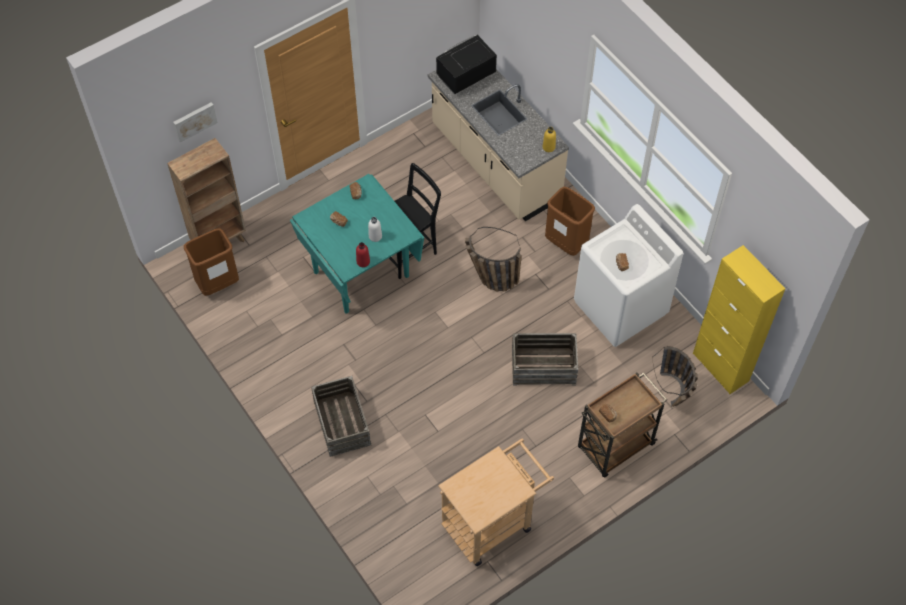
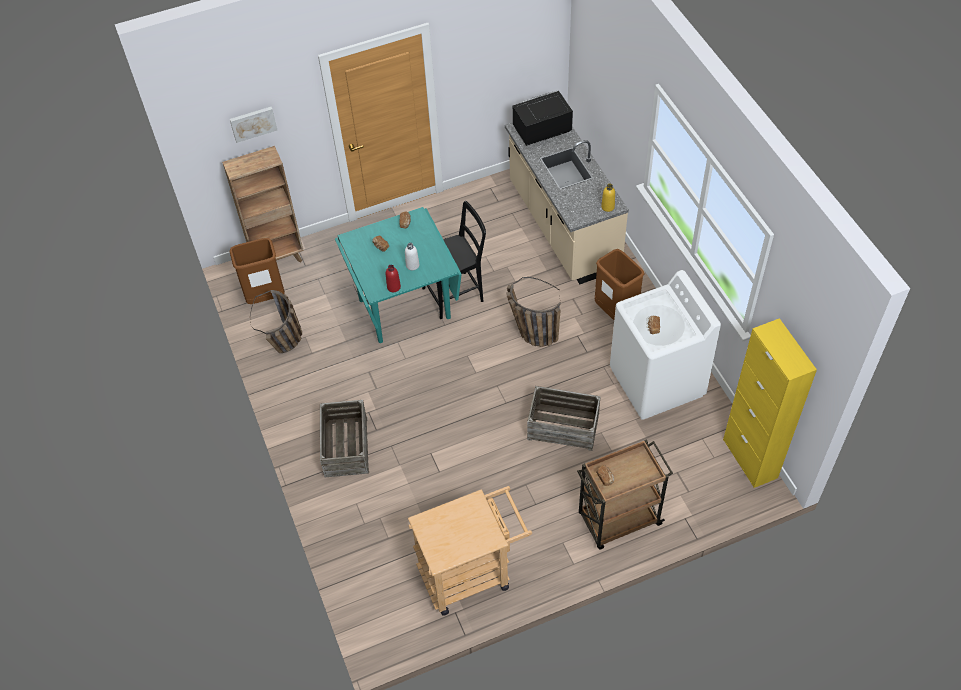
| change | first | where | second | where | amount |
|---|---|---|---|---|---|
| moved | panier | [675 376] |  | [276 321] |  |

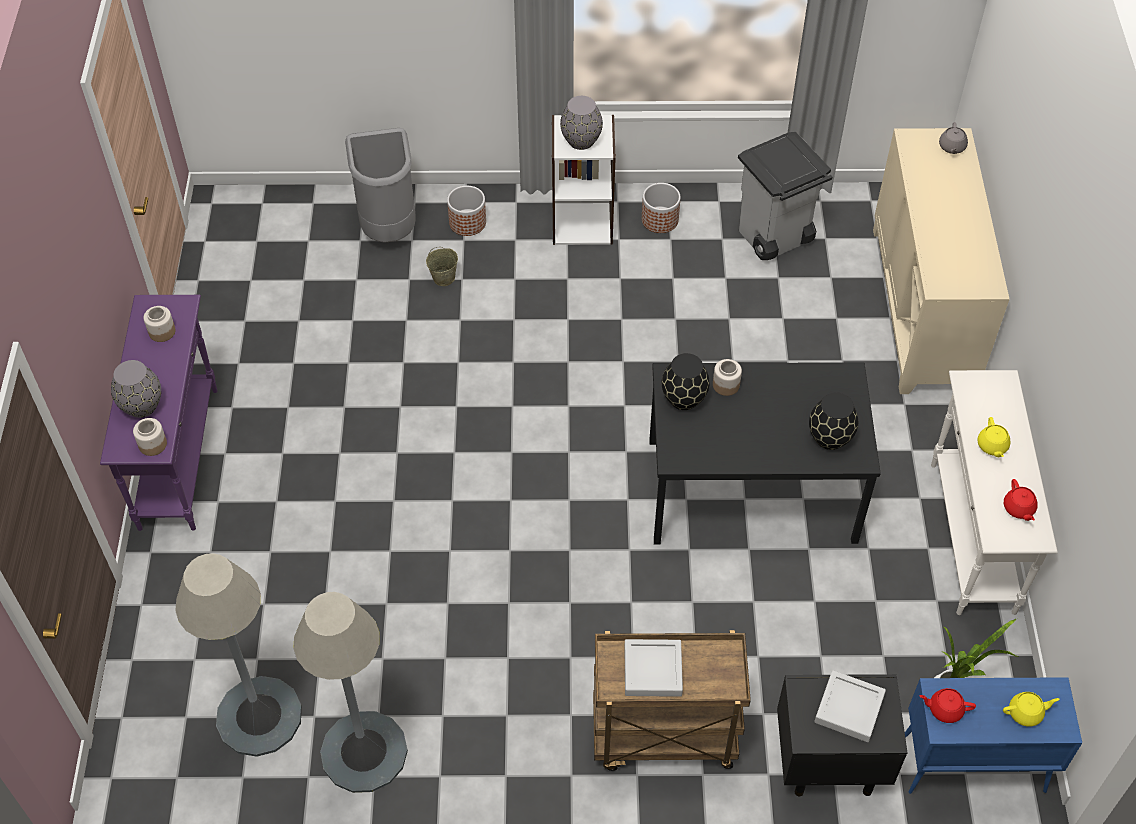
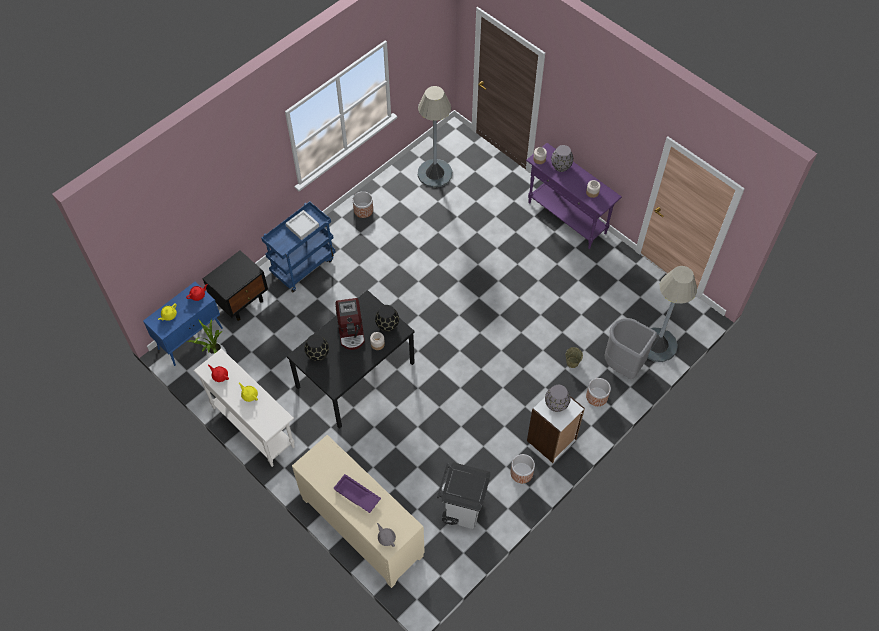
| change | first | where | second | where | amount |
|---|---|---|---|---|---|
| removed | plateau/gris | [850 706] |  |  |  |
| added |  |  | plateau/violet | [357 493] |  |
| added |  |  | machine à café | [350 324] |  |
| added |  |  | cache-pot | [363 204] |  |
| moved | lampadaire/gris | [350 692] |  | [672 314] |  |
| recoloured | chariot/marron | [672 700] | chariot/bleu | [299 247] |  |

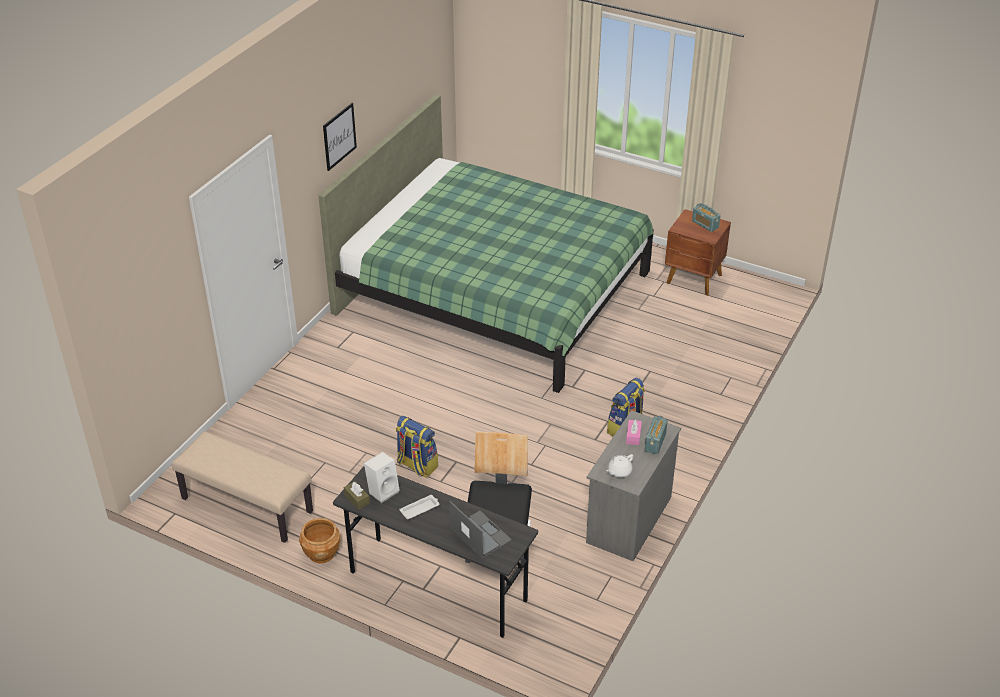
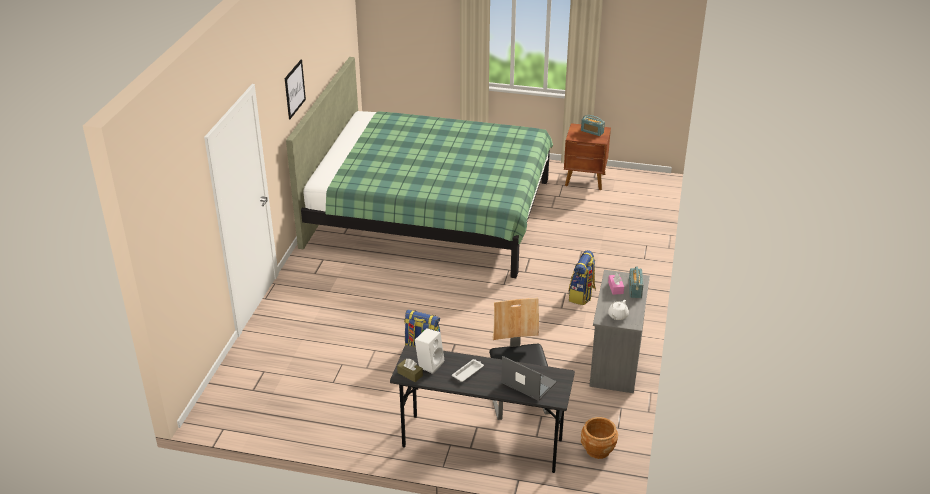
| change | first | where | second | where | amount |
|---|---|---|---|---|---|
| removed | banc/beige | [242 487] |  |  |  |
| moved | cache-pot/marron | [320 540] |  | [599 438] |  |

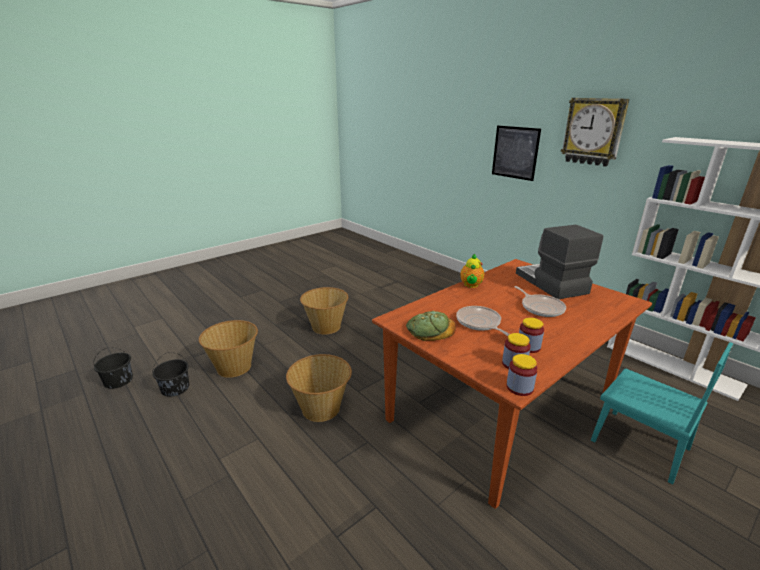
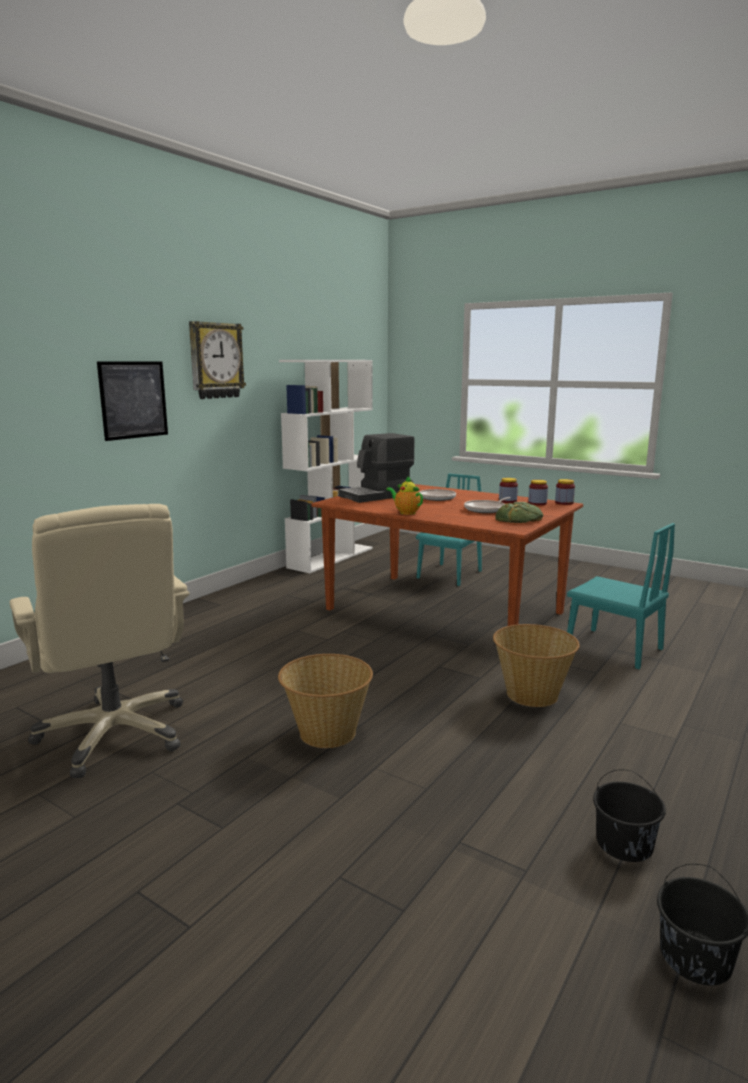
| change | first | where | second | where | amount |
|---|---|---|---|---|---|
| removed | panier | [228 349] |  |  |  |
| added |  |  | chaise de bureau/beige | [99 641] |  |
| added |  |  | chaise/turquoise | [621 596] |  |
| turned | théière | [472 271] |  | [404 495] | 135 degrees counterclockwise |

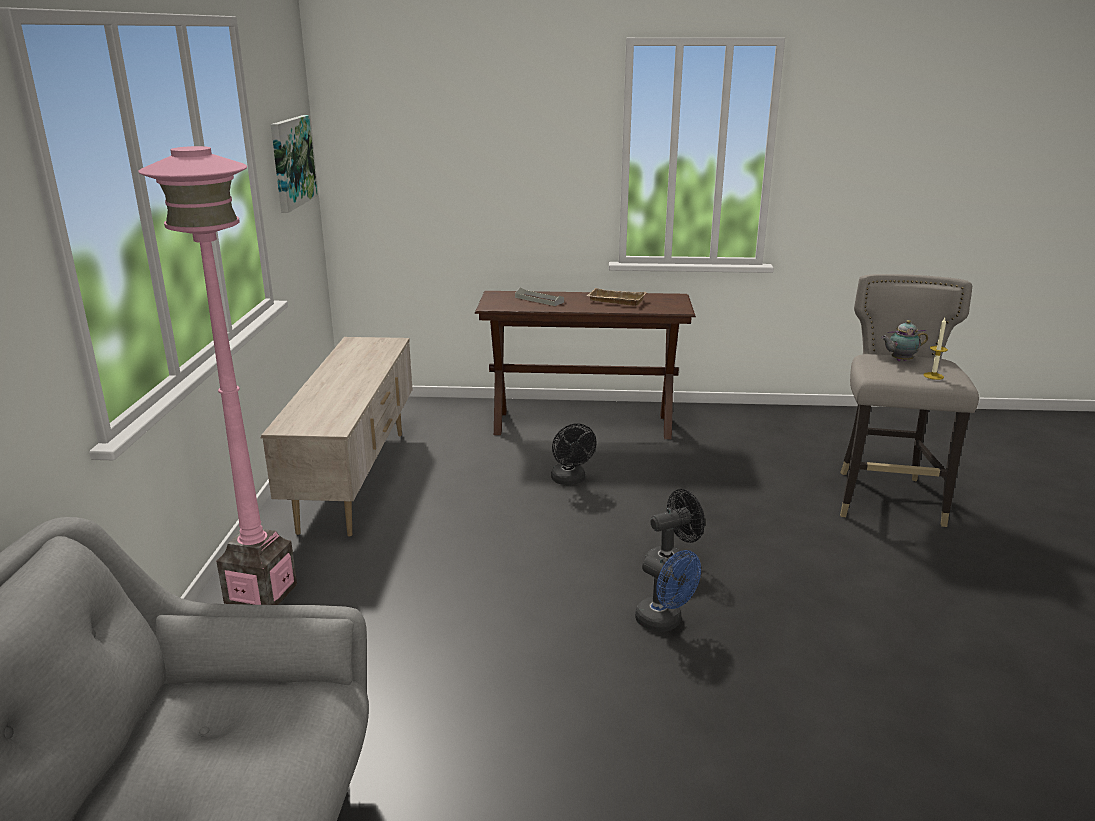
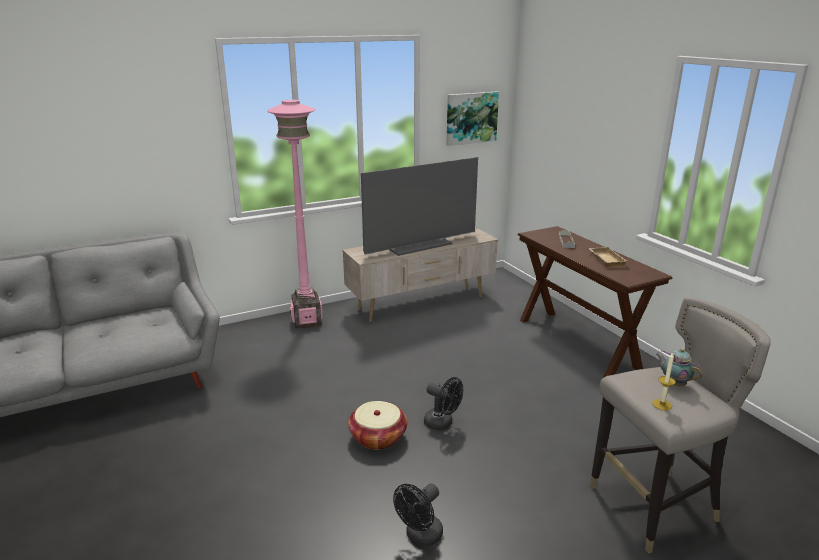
| change | first | where | second | where | amount |
|---|---|---|---|---|---|
| added |  |  | téléviseur | [419 206] |  |
| moved | ventilateur/noir | [574 454] |  | [418 515] |  |
| replaced | ventilateur/bleu | [668 591] | panier | [377 425] |  |

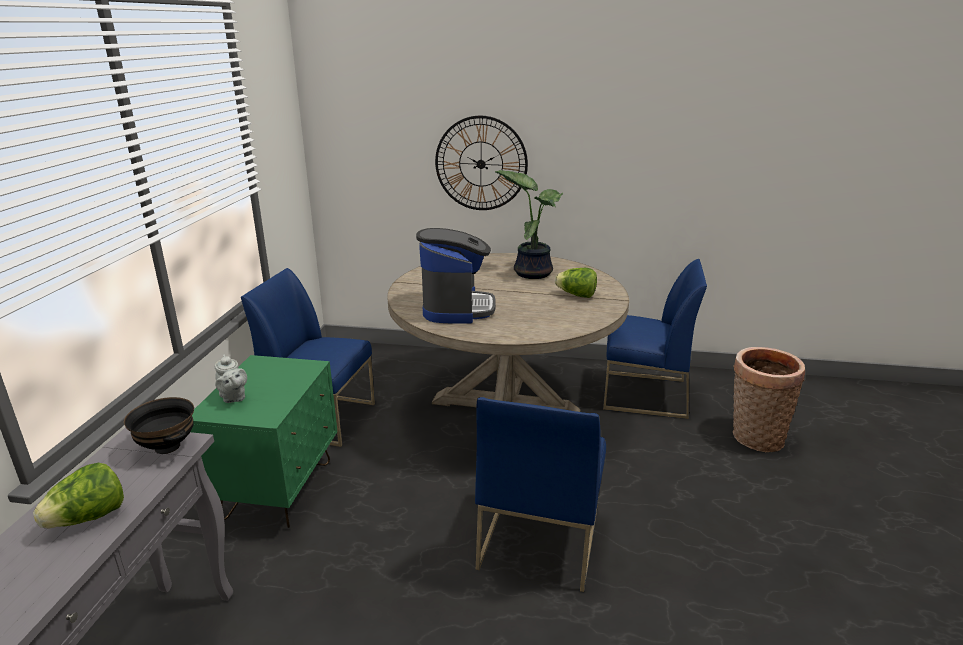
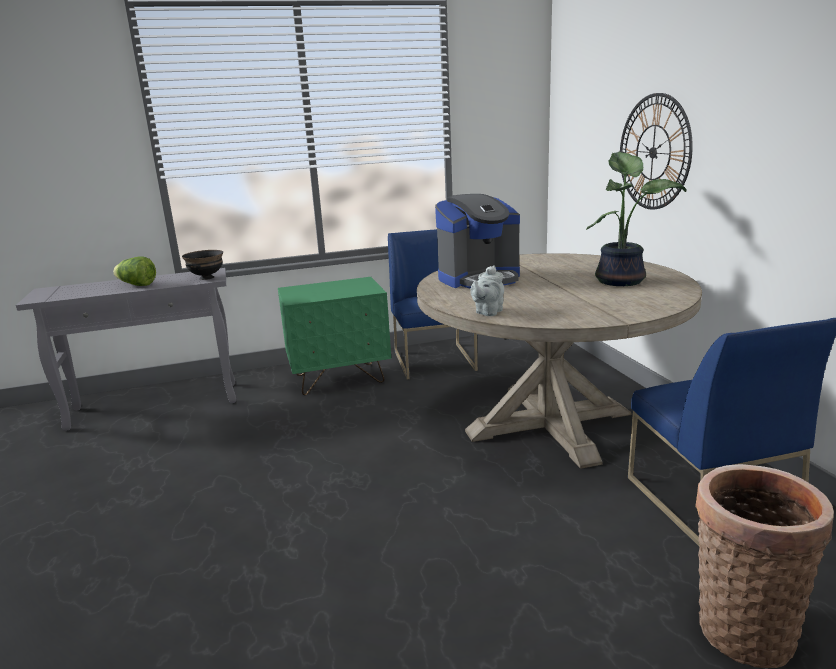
| change | first | where | second | where | amount |
|---|---|---|---|---|---|
| removed | chaise/bleu | [540 494] |  |  |  |
| removed | laitue | [576 283] |  |  |  |
| moved | théière/gris | [231 379] |  | [487 290] |  |

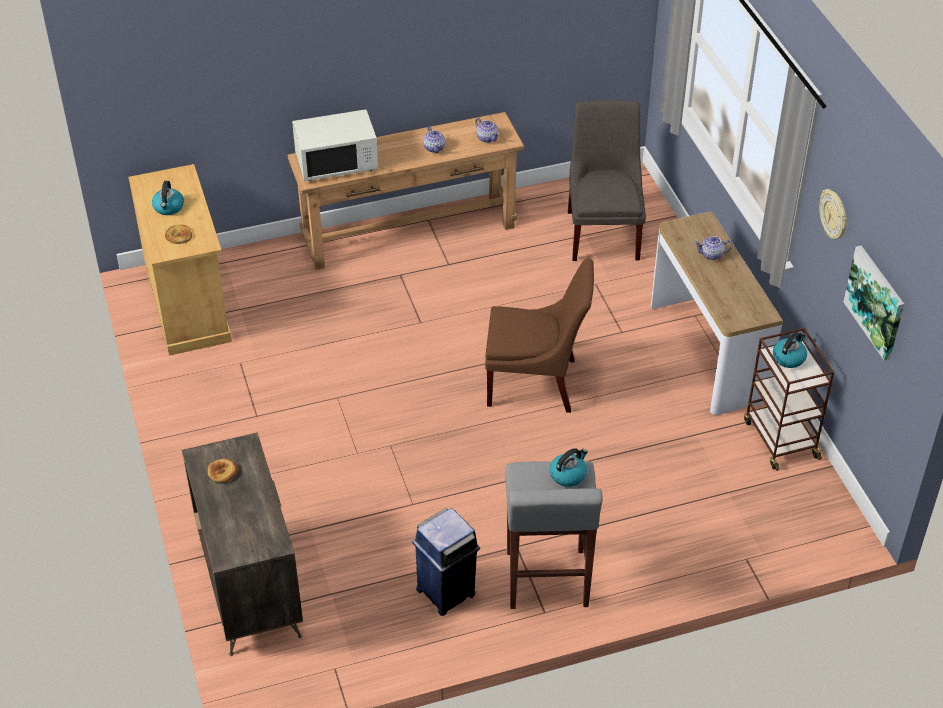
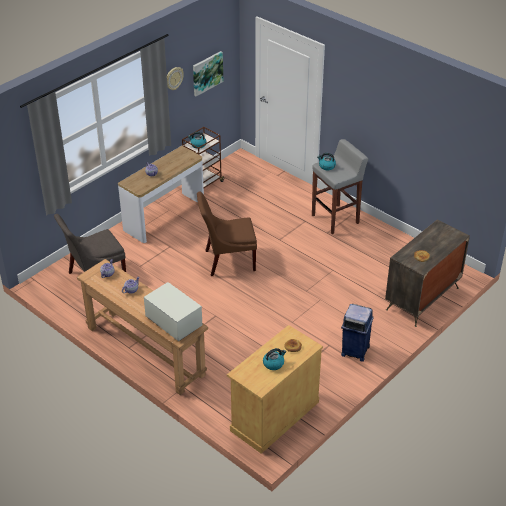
| change | first | where | second | where | amount |
|---|---|---|---|---|---|
| moved | poubelle/bleu | [446 562] |  | [357 333] |  |
| turned | chaise/marron | [539 335] |  | [227 233] | 75 degrees counterclockwise |

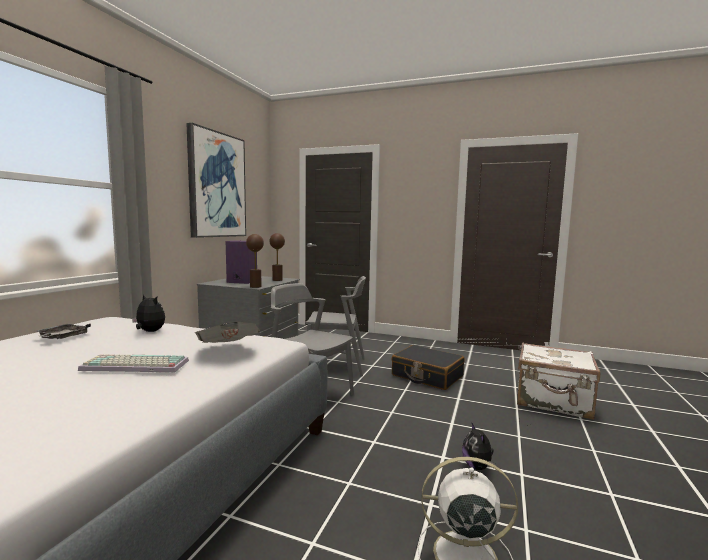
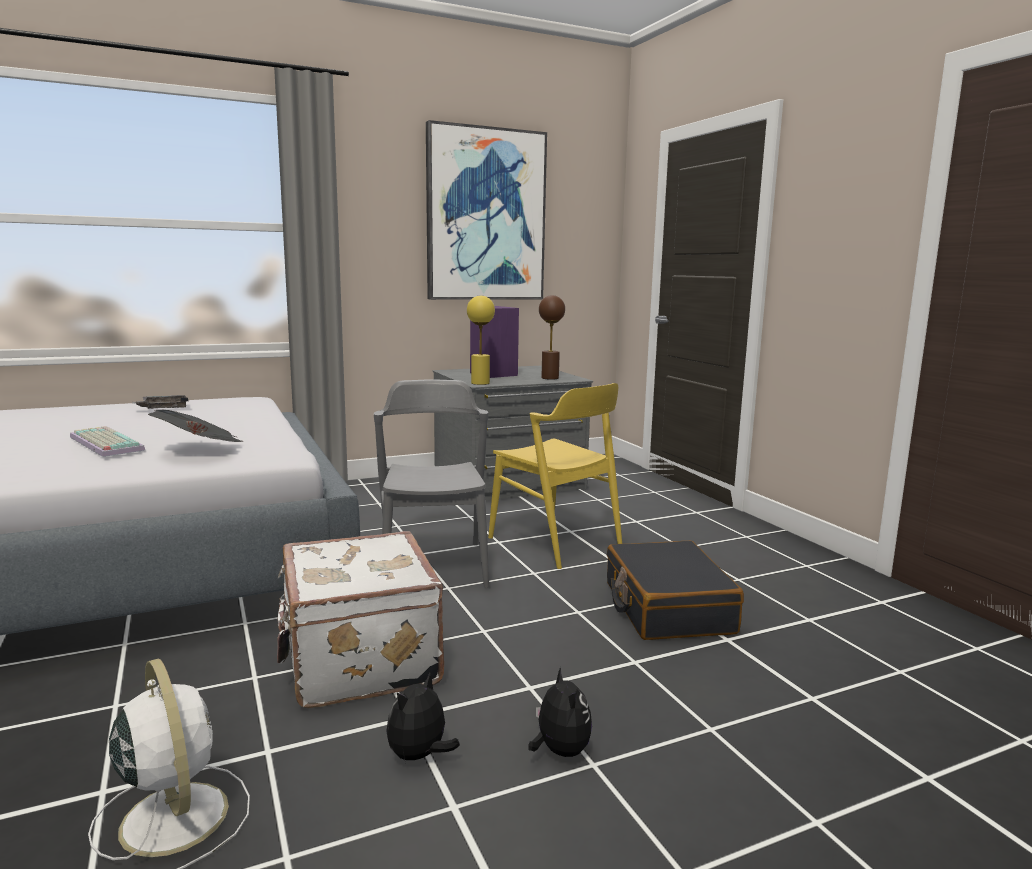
| change | first | where | second | where | amount |
|---|---|---|---|---|---|
| moved | peluche | [148 313] |  | [560 712] |  |
| moved | valise/blanc | [558 381] |  | [360 619] |  |
| recoloured | lampe de table/marron | [255 261] | lampe de table/jaune | [481 340] |  |
| recoloured | chaise/gris | [335 326] | chaise/jaune | [555 476] |  |

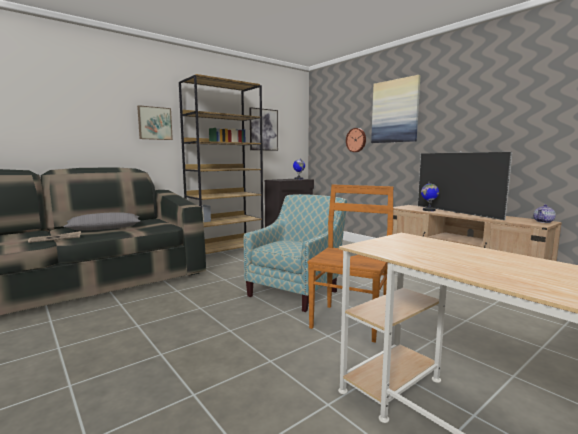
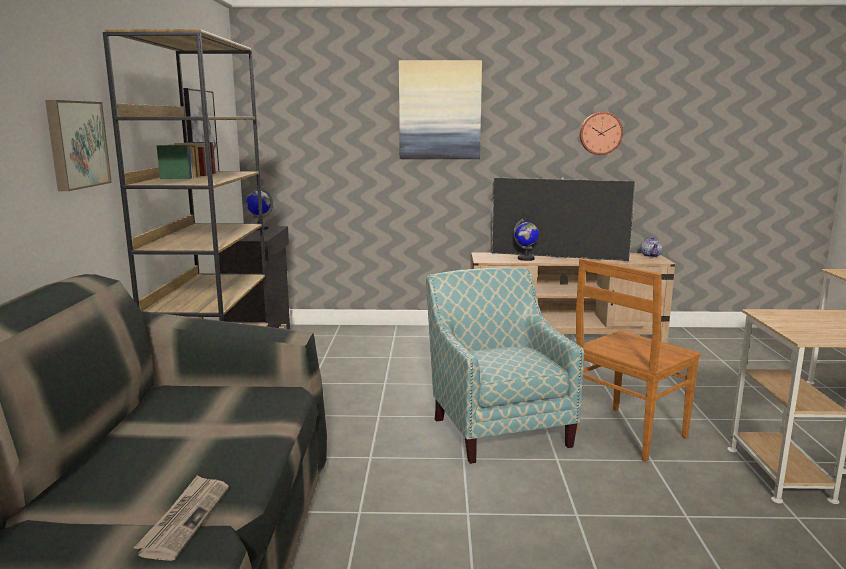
| change | first | where | second | where | amount |
|---|---|---|---|---|---|
| removed | coussin/gris | [102 221] |  |  |  |
| moved | horloge murale | [356 140] |  | [601 133] |  |
| turned | chaise/marron | [350 263] |  | [638 360] | 105 degrees counterclockwise |

